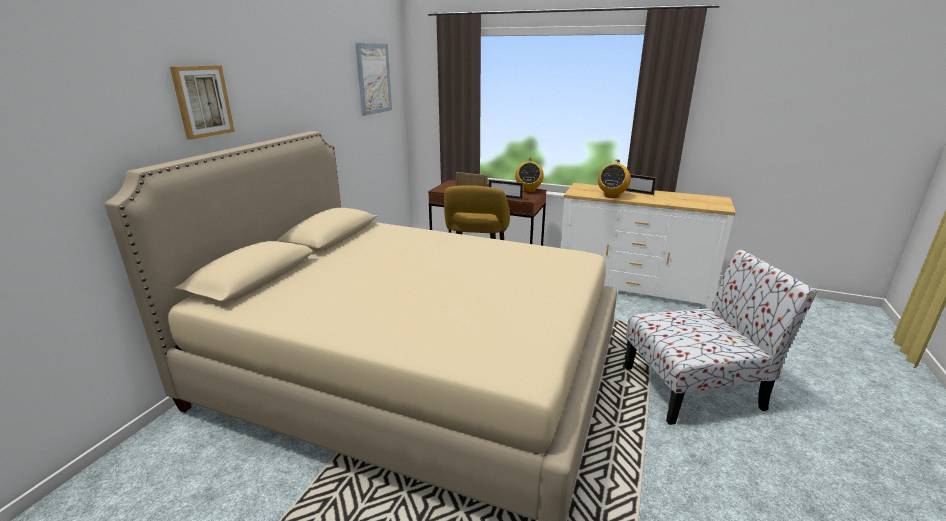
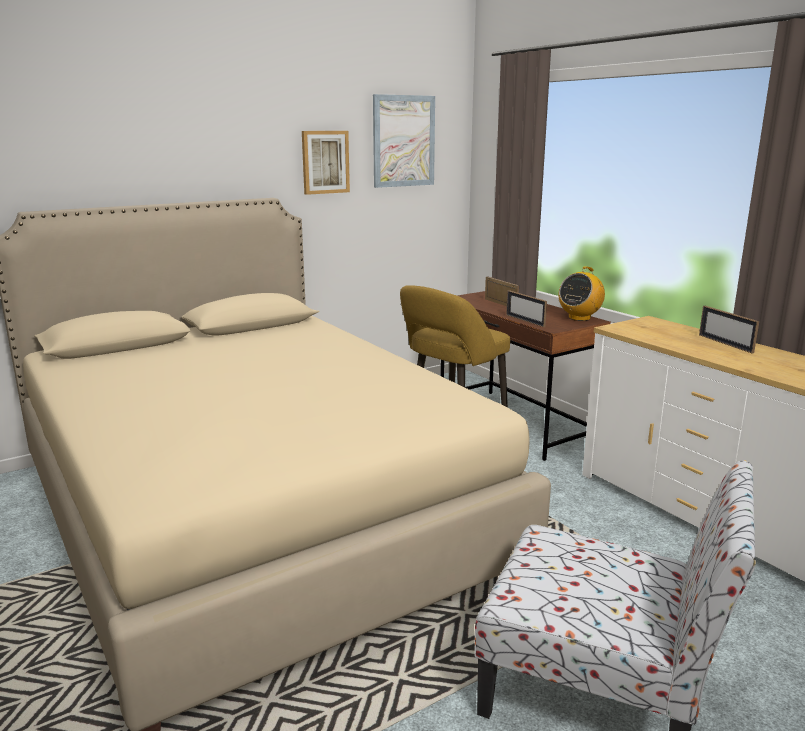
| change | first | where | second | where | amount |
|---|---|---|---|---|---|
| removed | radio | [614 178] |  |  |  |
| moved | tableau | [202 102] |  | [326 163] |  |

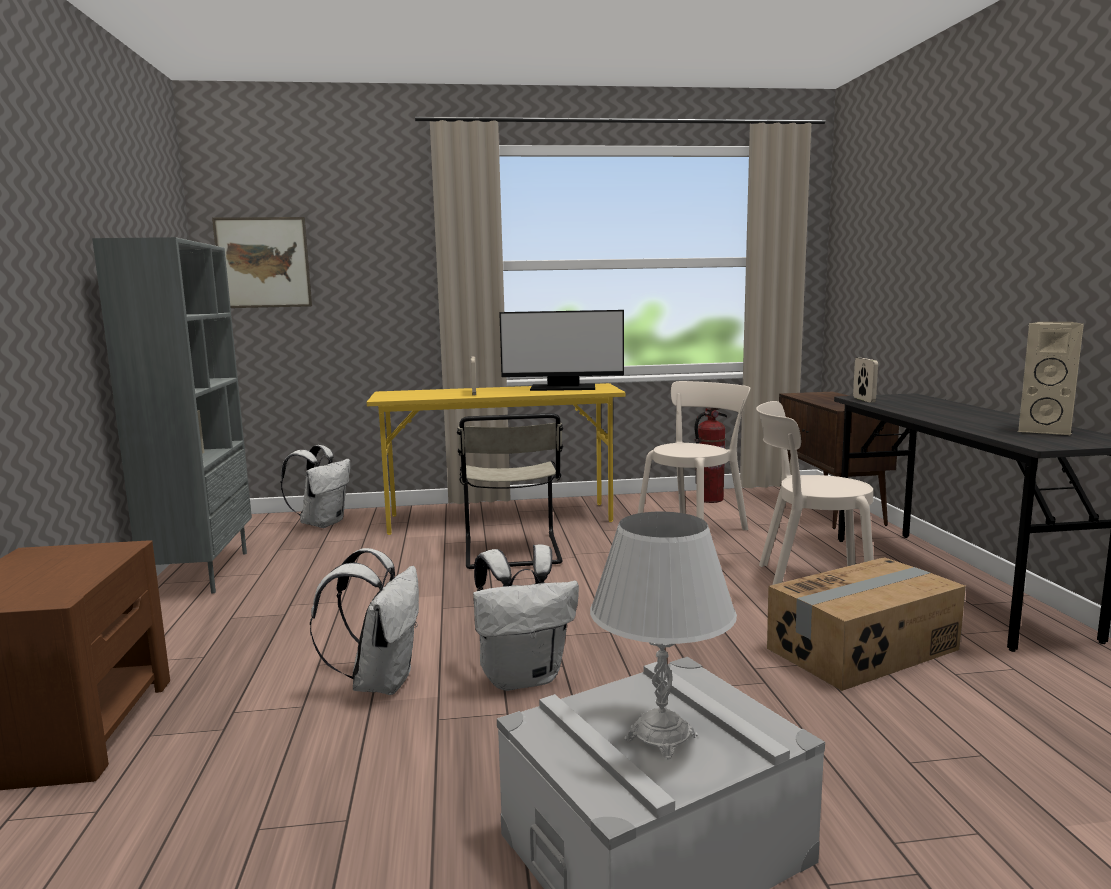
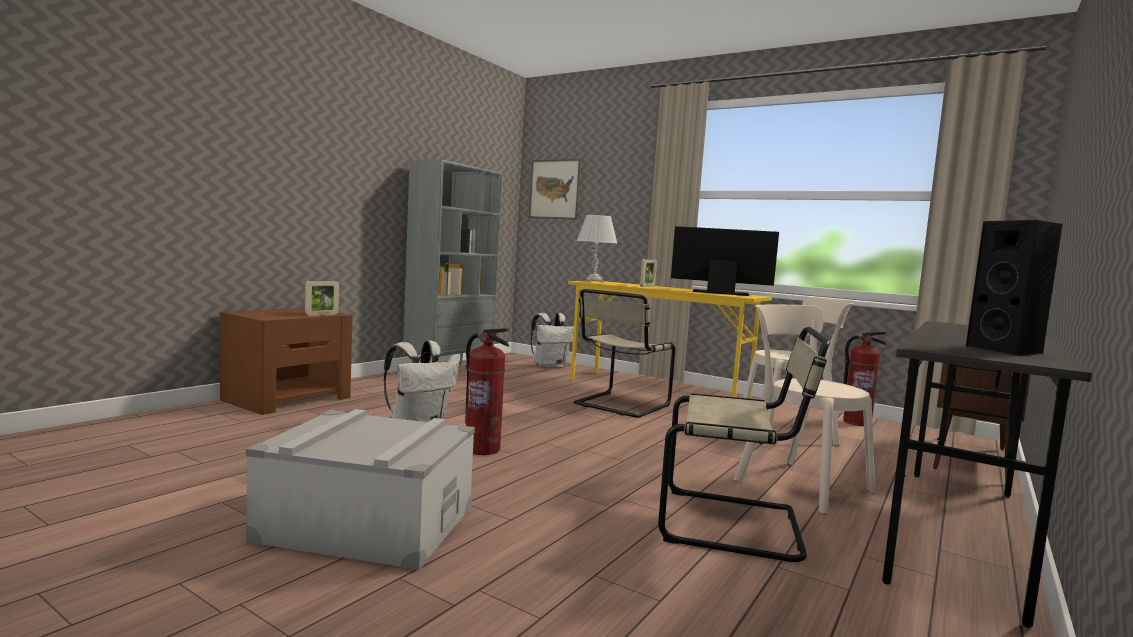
| change | first | where | second | where | amount |
|---|---|---|---|---|---|
| moved | lampe de table/blanc | [663 635] |  | [596 249] |  |
| moved | cadre photo | [865 380] |  | [322 298] |  |
| replaced | sac à dos/blanc | [526 617] | extincteur | [487 391] |  |
| replaced | carton | [866 624] | chaise/beige | [744 444] |  |
| recoloured | enceinte/beige | [1051 378] | enceinte/noir | [1014 287] |  |
| turned | écran d'ordinateur | [561 350] |  | [725 261] | 150 degrees clockwise |

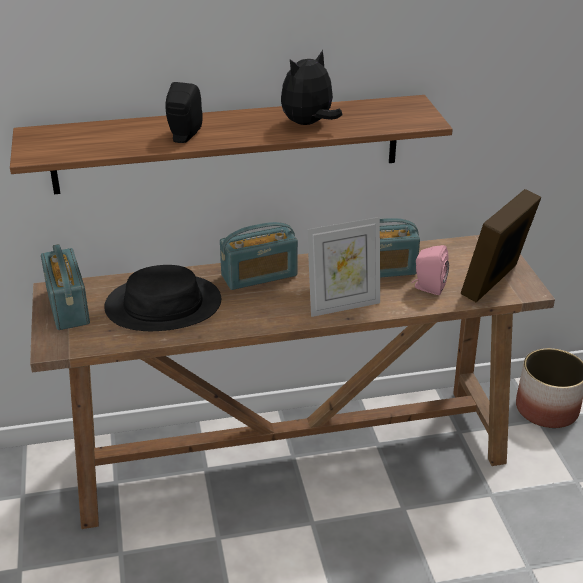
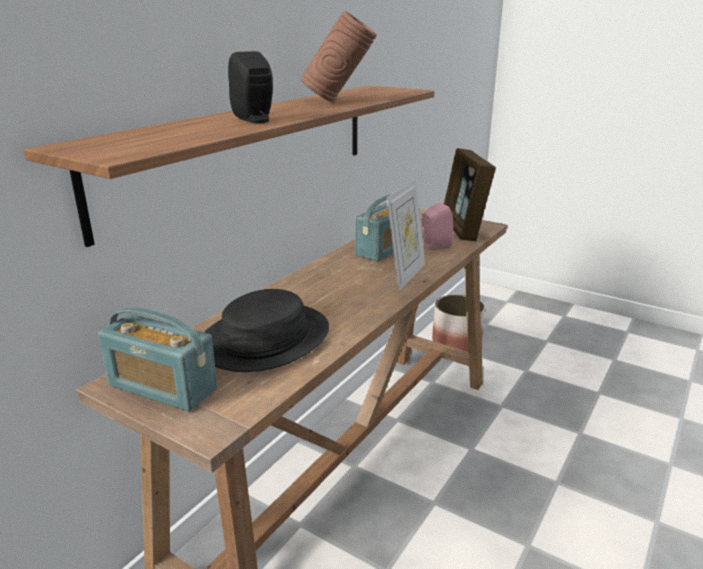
| change | first | where | second | where | amount |
|---|---|---|---|---|---|
| removed | radio | [259 256] |  |  |  |
| replaced | peluche | [311 87] | vase/marron | [339 56] |  |

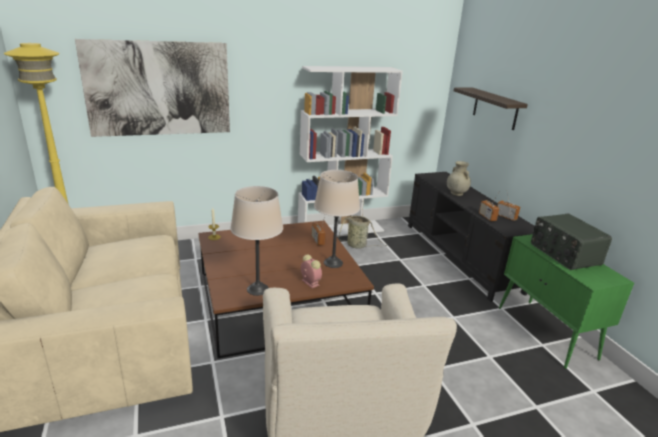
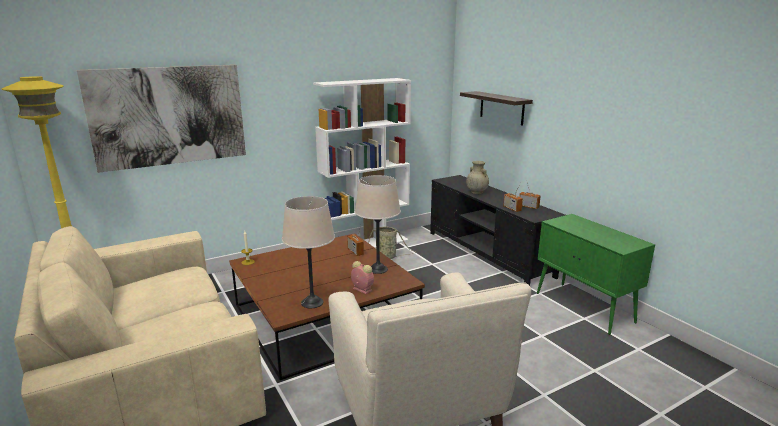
| change | first | where | second | where | amount |
|---|---|---|---|---|---|
| removed | radio | [571 241] |  |  |  |

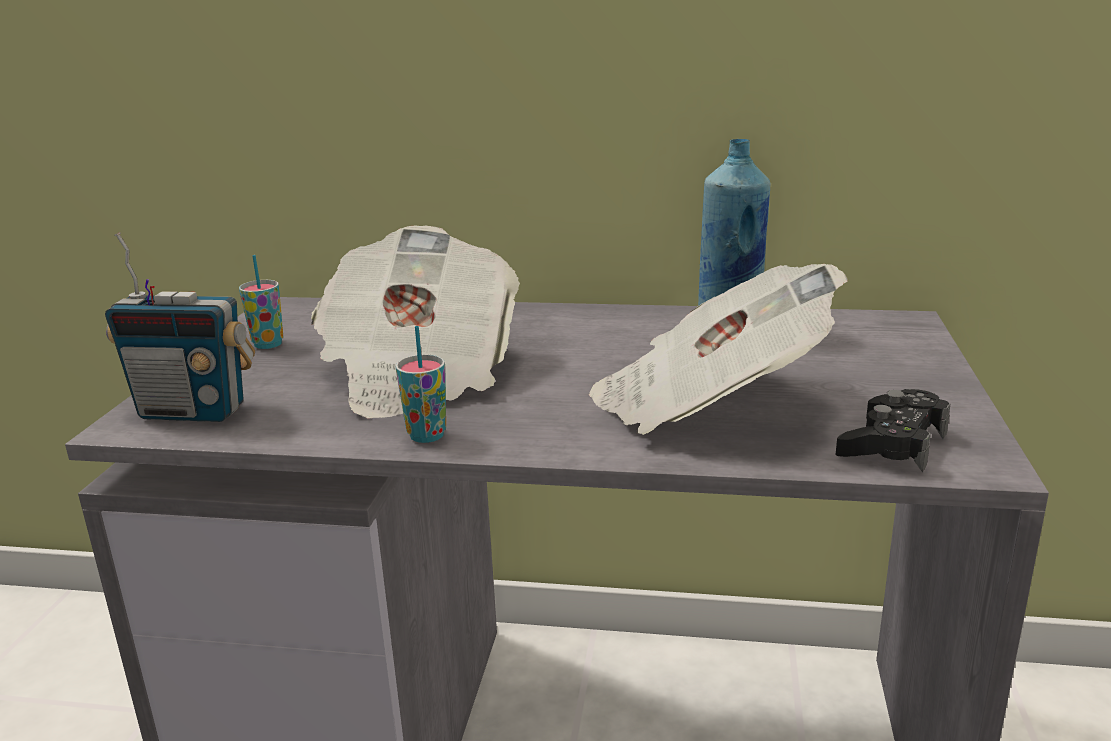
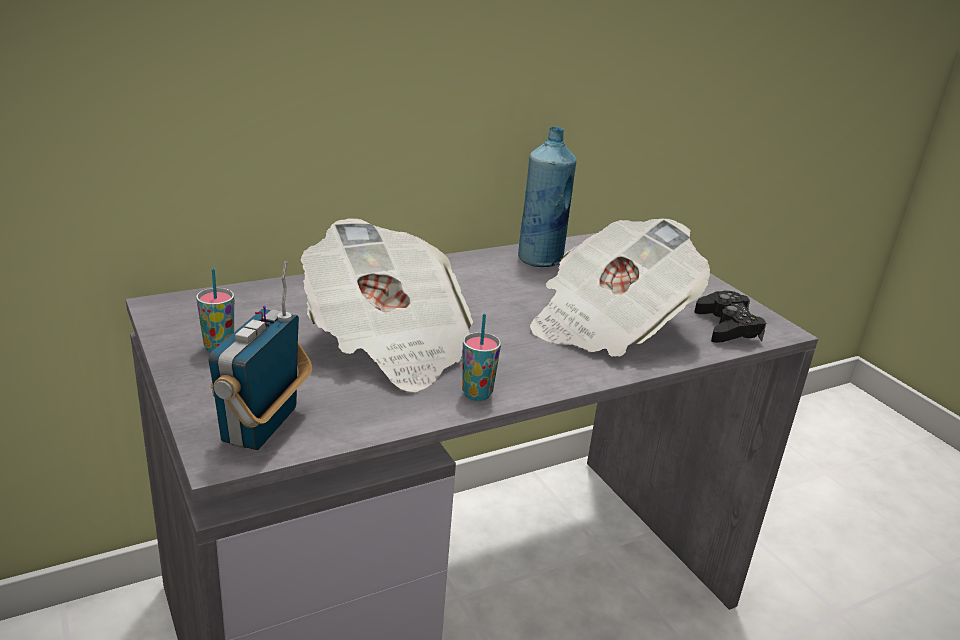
| change | first | where | second | where | amount |
|---|---|---|---|---|---|
| turned | radio | [180 327] |  | [260 355] | 135 degrees clockwise |

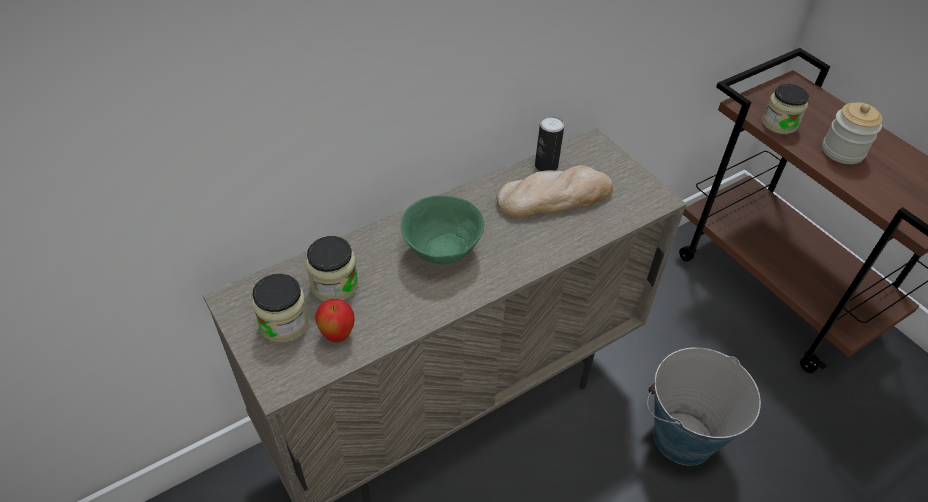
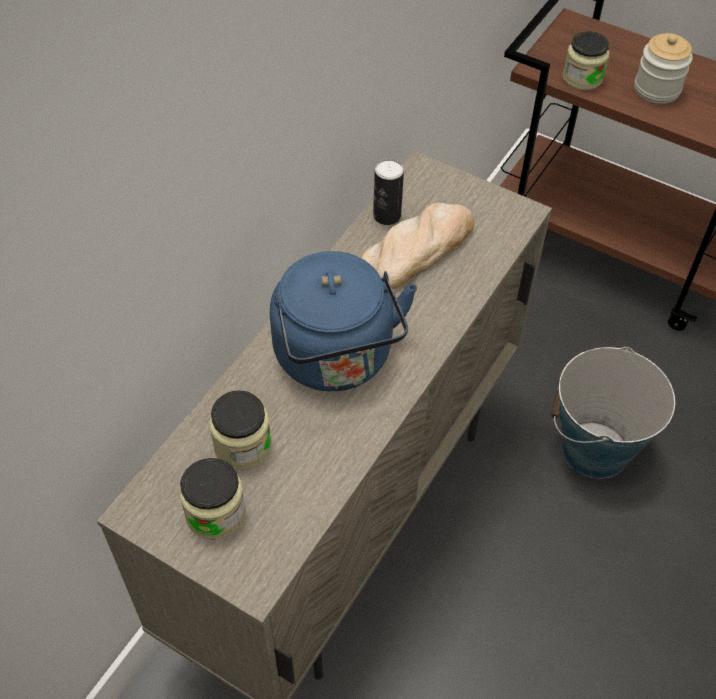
| change | first | where | second | where | amount |
|---|---|---|---|---|---|
| removed | pomme | [335 321] |  |  |  |
| replaced | bol/vert | [442 229] | bouilloire/bleu | [343 321] |  |

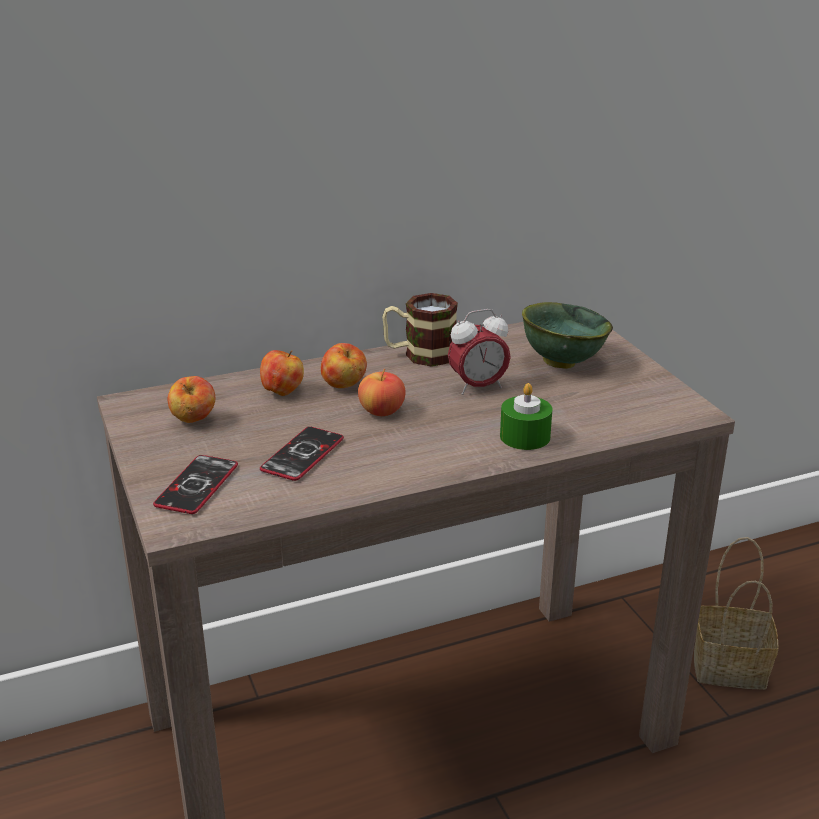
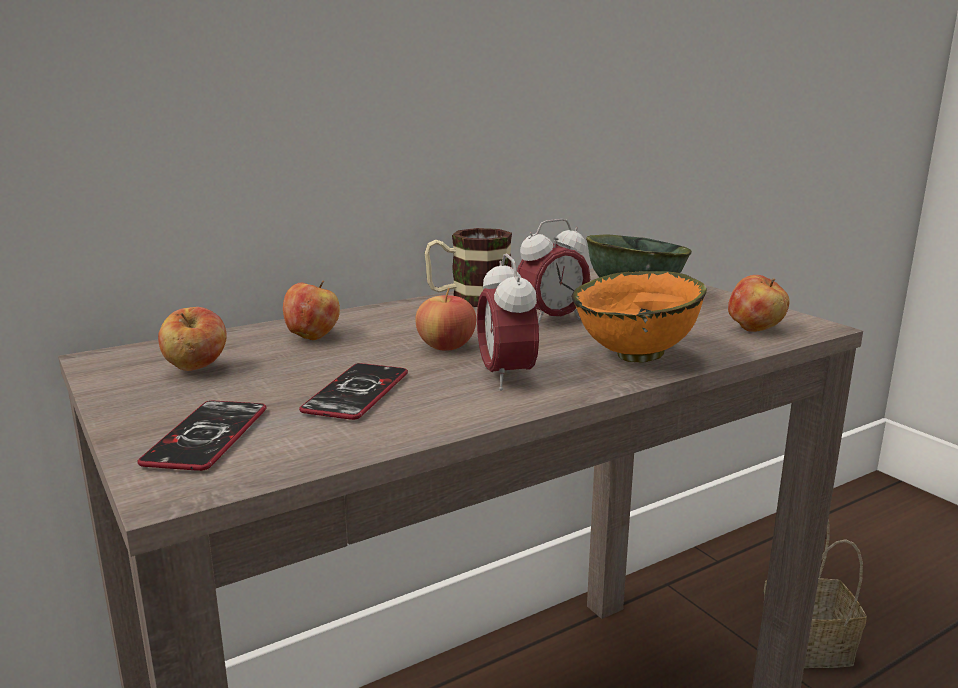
| change | first | where | second | where | amount |
|---|---|---|---|---|---|
| added |  |  | réveil | [508 322] |  |
| moved | pomme | [344 365] |  | [759 303] |  |
| replaced | bougie/vert | [526 416] | bol/orange | [639 317] |  |

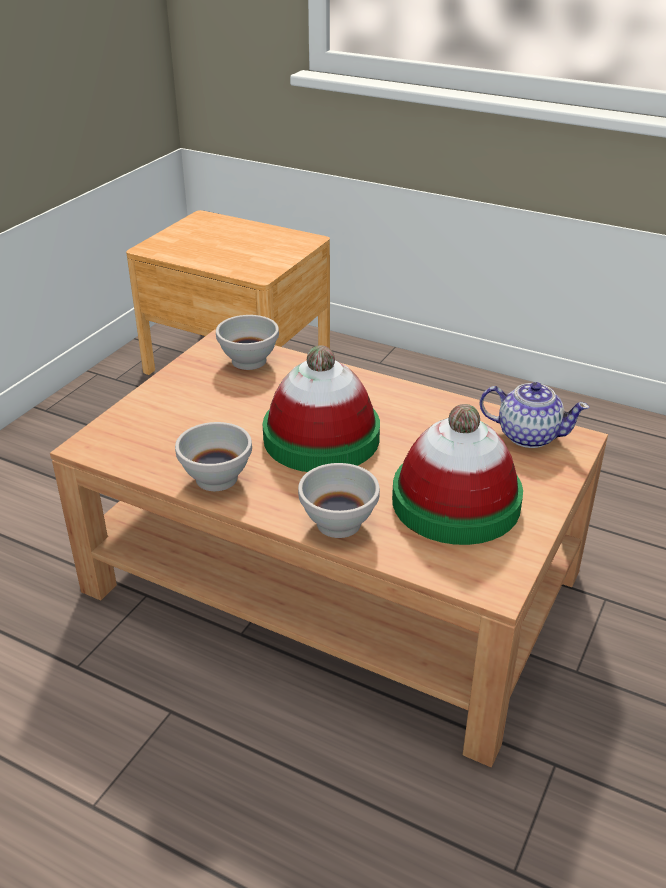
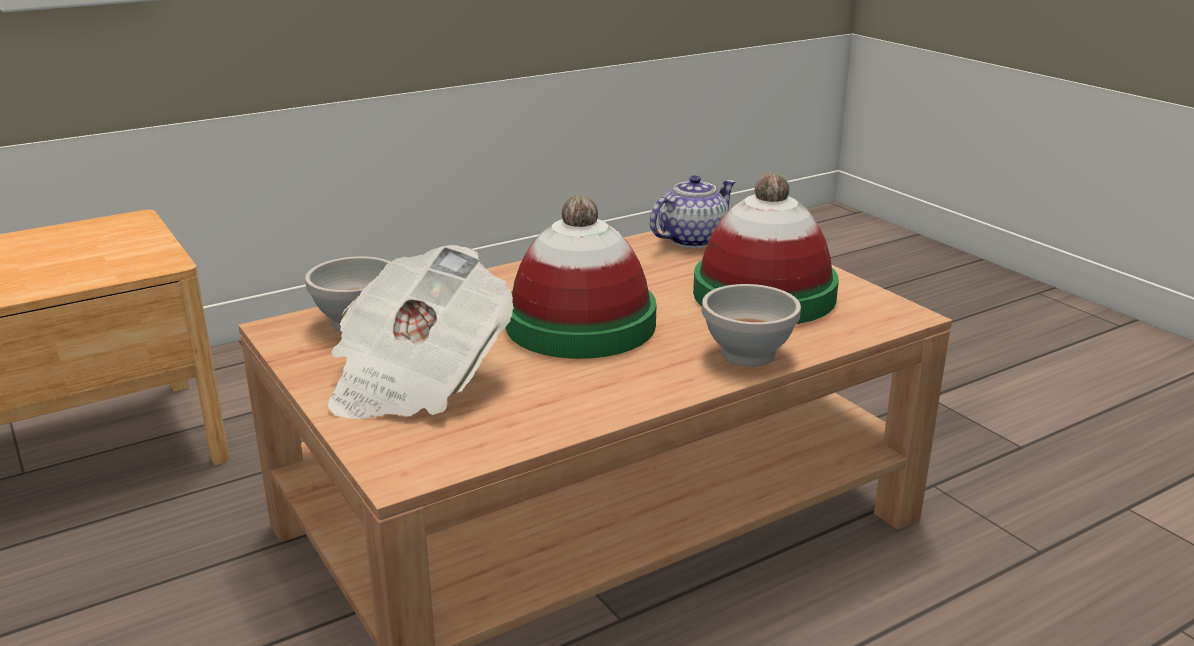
| change | first | where | second | where | amount |
|---|---|---|---|---|---|
| removed | bol/blanc | [213 456] |  |  |  |
| added |  |  | journal | [421 332] |  |

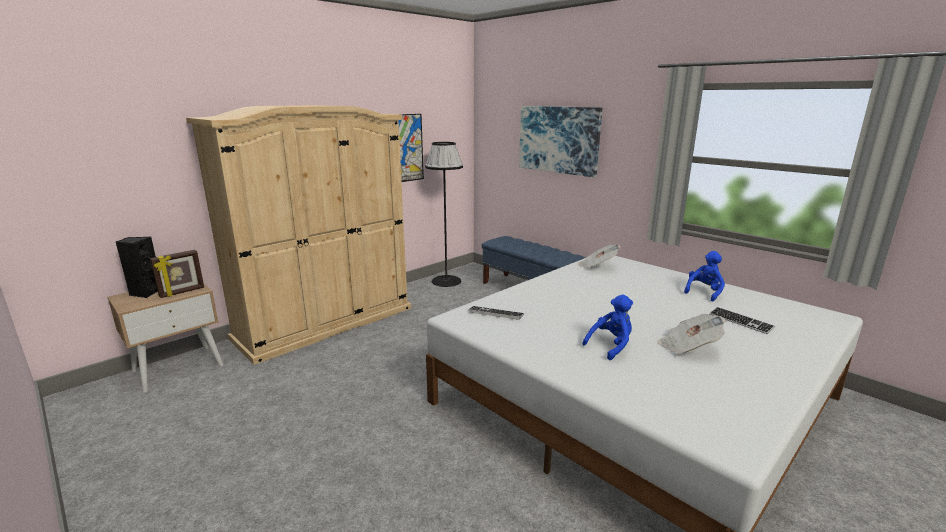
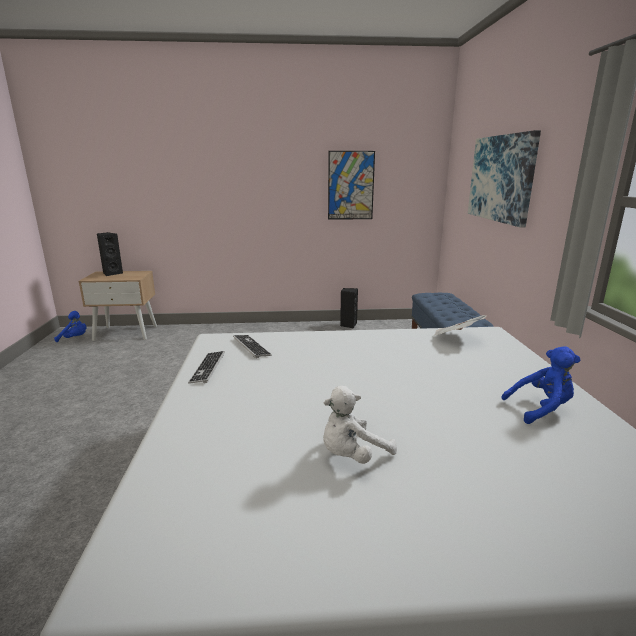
| change | first | where | second | where | amount |
|---|---|---|---|---|---|
| removed | cadre photo | [177 274] |  |  |  |
| removed | armoire/beige | [298 235] |  |  |  |
| removed | lampadaire/noir | [444 214] |  |  |  |
| added |  |  | enceinte/noir | [349 308] |  |
| moved | peluche/bleu | [607 327] |  | [70 326] |  |
| moved | clavier | [742 320] |  | [206 367] |  |
| replaced | journal | [691 334] | peluche/blanc | [360 425] |  |

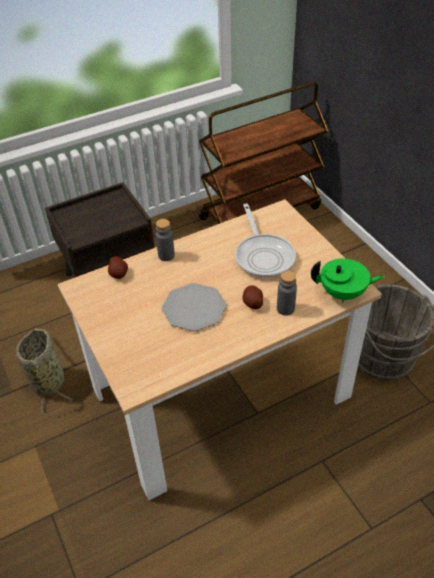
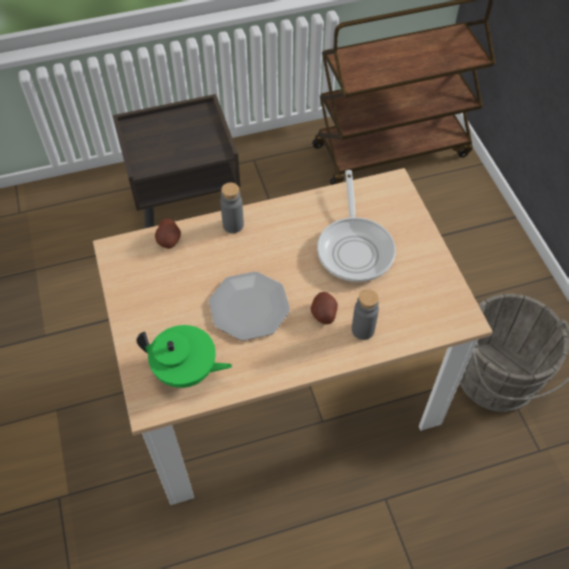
| change | first | where | second | where | amount |
|---|---|---|---|---|---|
| removed | panier | [45 371] |  |  |  |
| moved | théière/vert | [348 281] |  | [184 356] |  |

